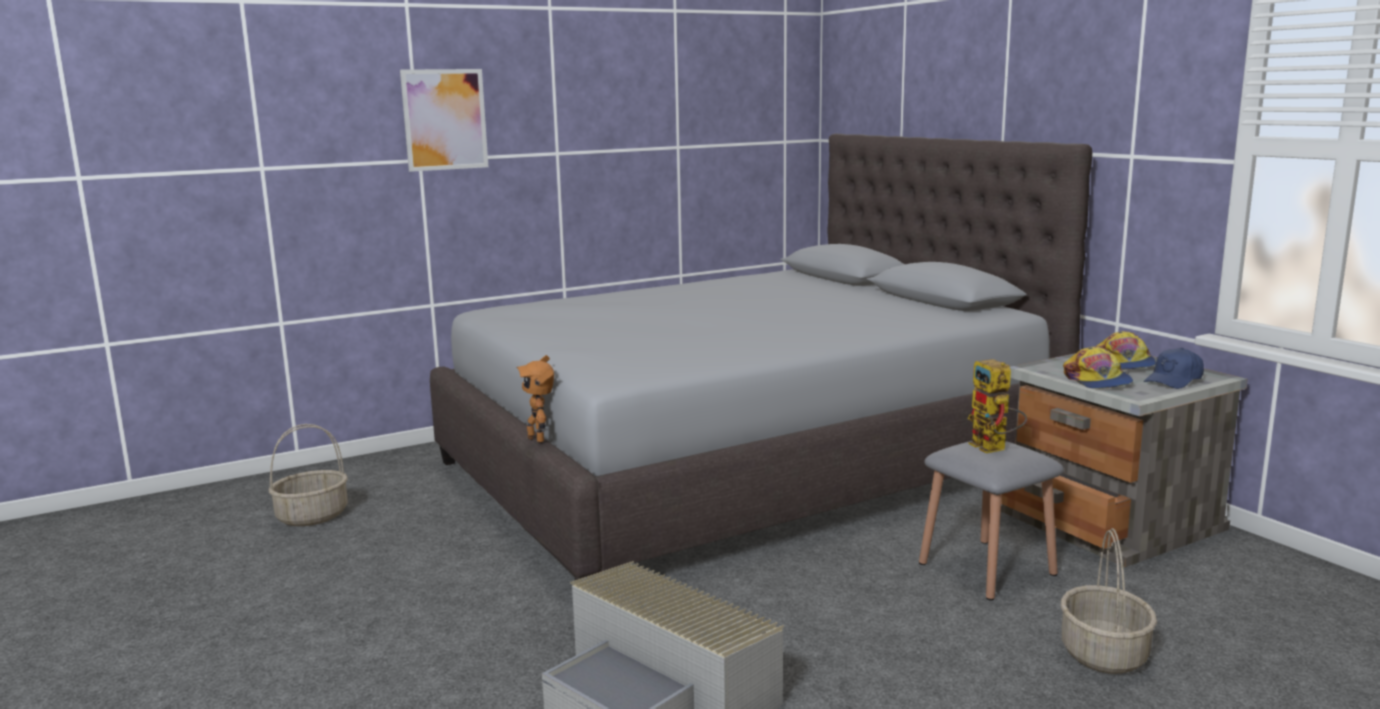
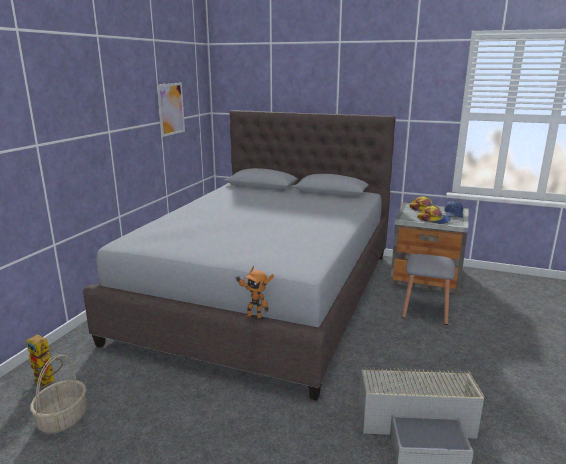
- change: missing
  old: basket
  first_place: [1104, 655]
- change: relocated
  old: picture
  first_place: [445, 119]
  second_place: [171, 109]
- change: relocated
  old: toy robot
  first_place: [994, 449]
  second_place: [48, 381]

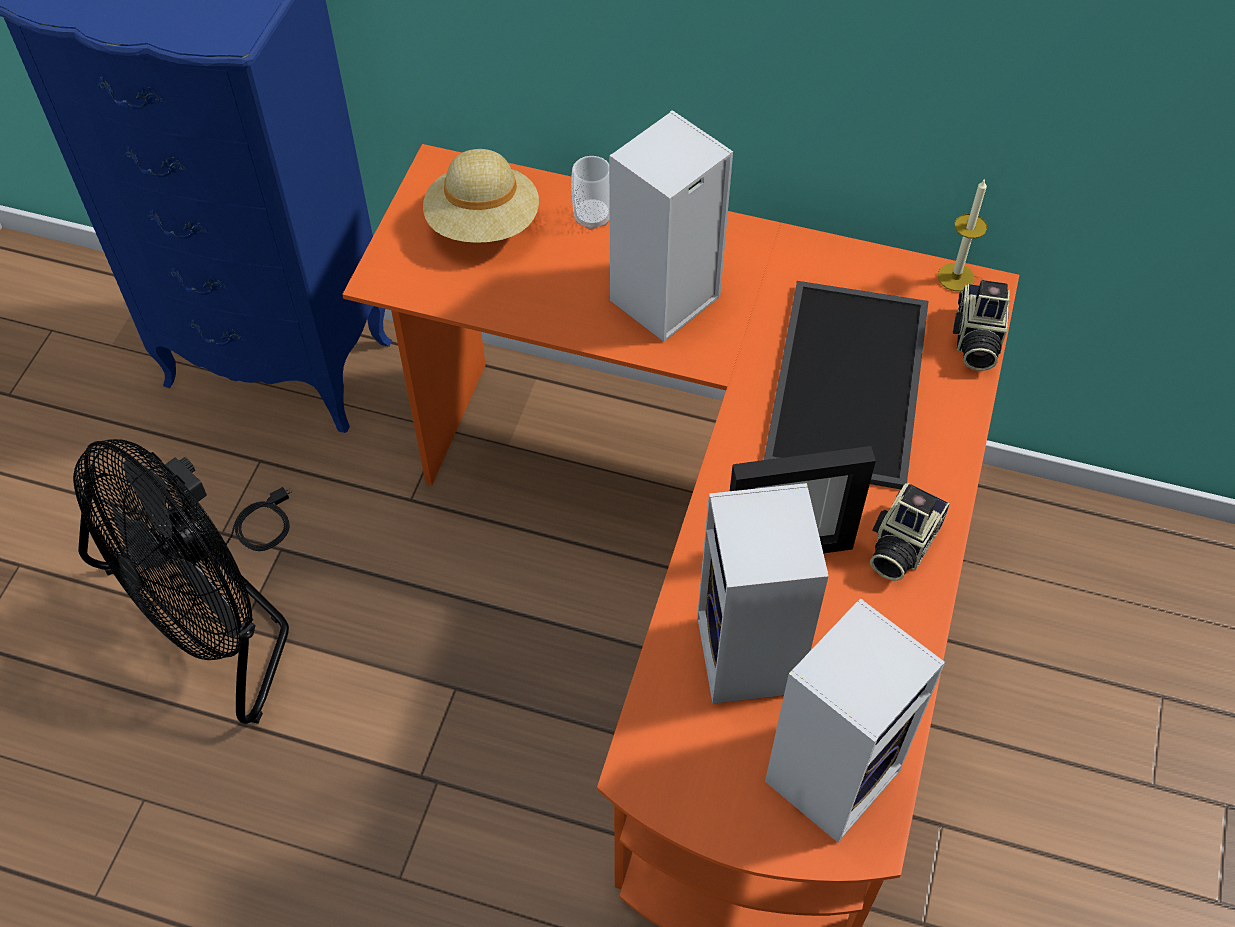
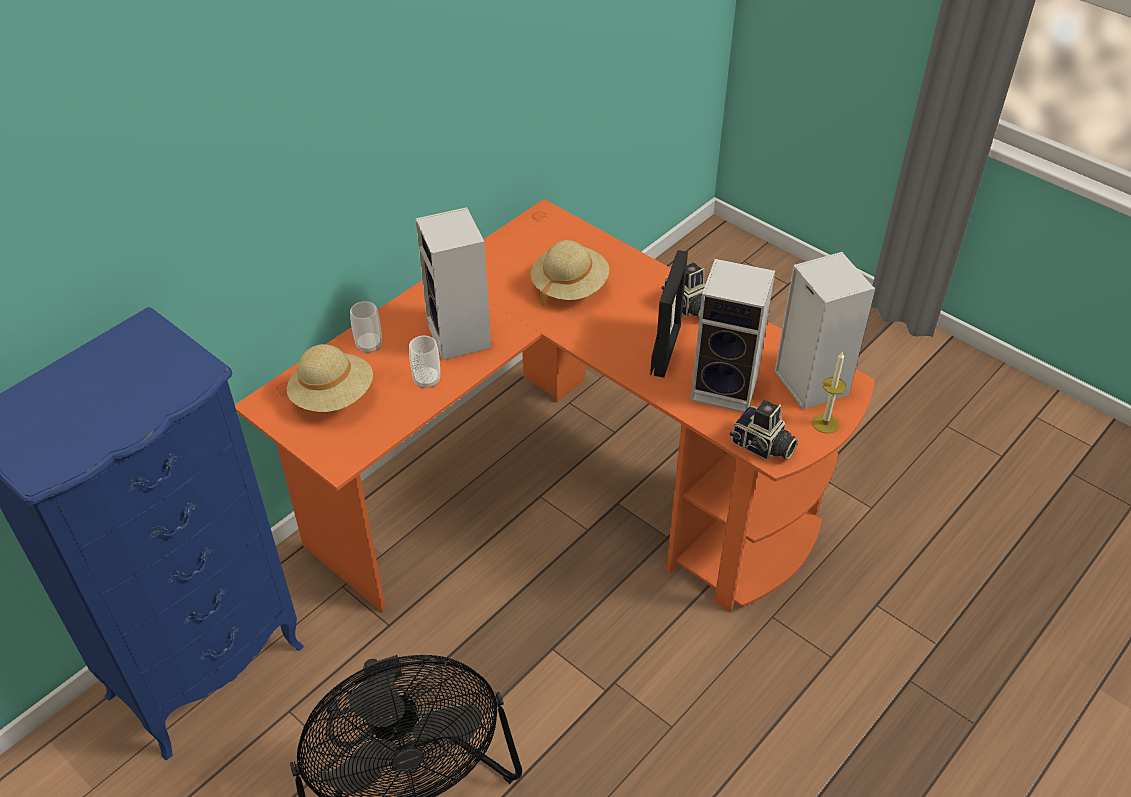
- change: appeared
  new: cup
  second_place: [427, 380]
- change: relocated
  old: candle
  first_place: [956, 277]
  second_place: [825, 423]
- change: relocated
  old: photo camera
  first_place: [975, 340]
  second_place: [762, 447]
- change: exchanged
  old: tray
  new: hat/beige
  first_place: [844, 380]
  second_place: [569, 287]

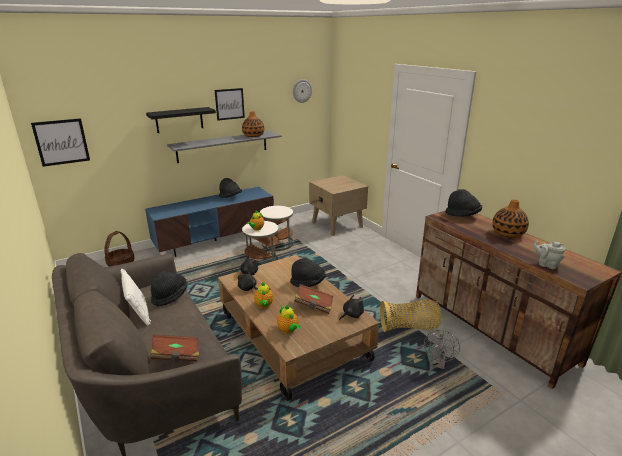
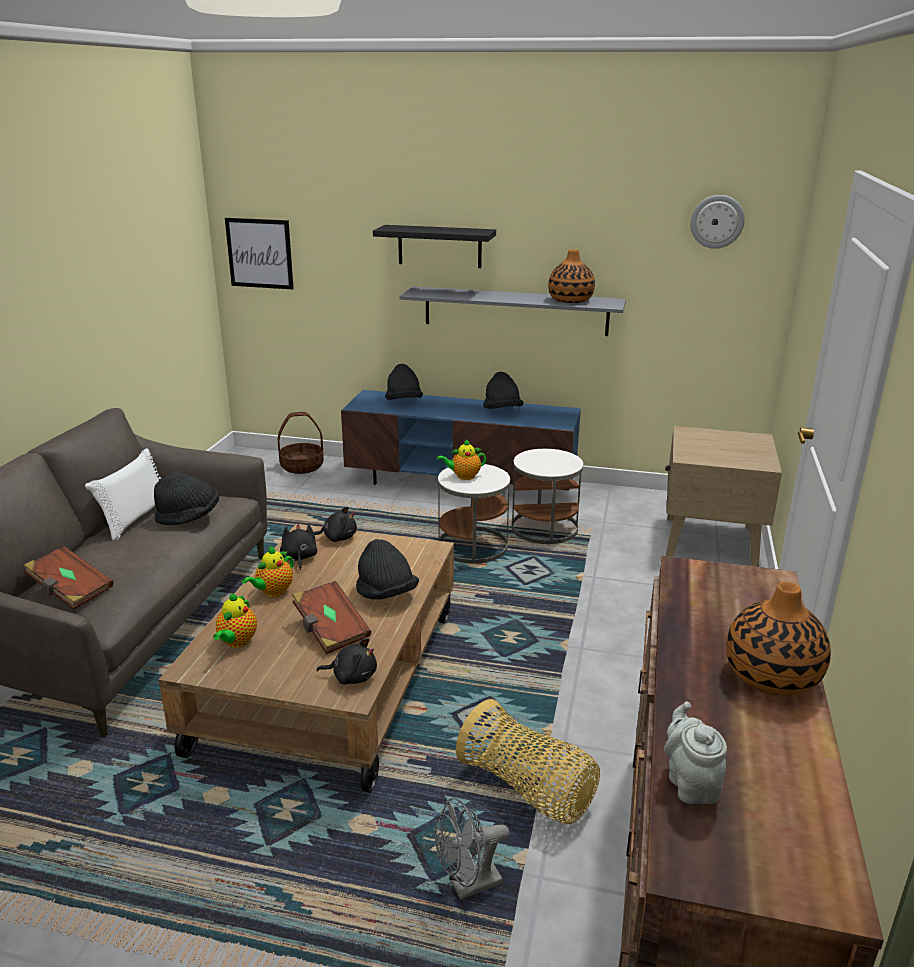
- change: missing
  old: picture
  first_place: [229, 104]
- change: relocated
  old: hat/black
  first_place: [462, 215]
  second_place: [403, 402]

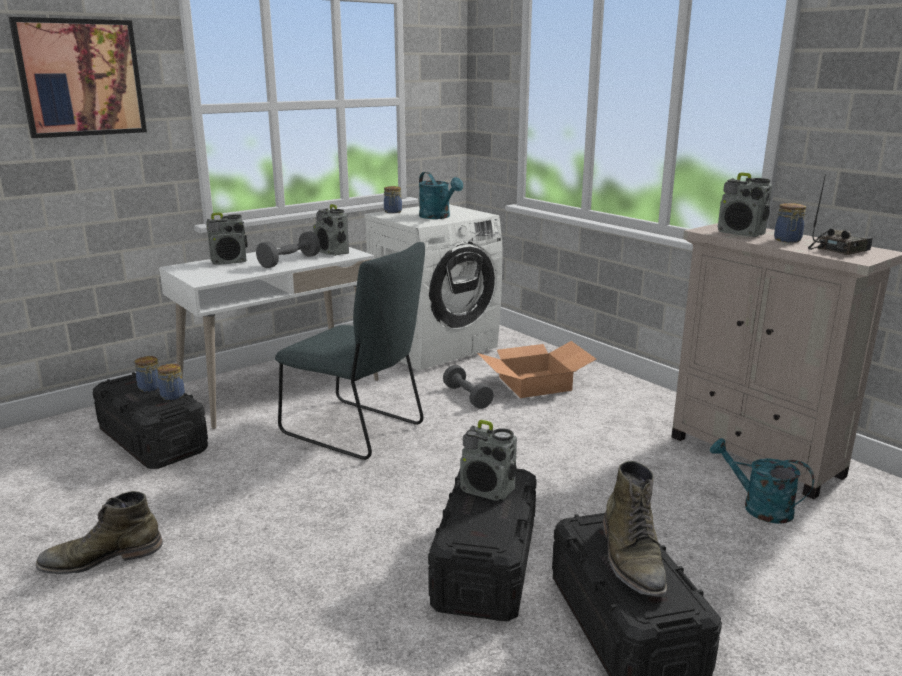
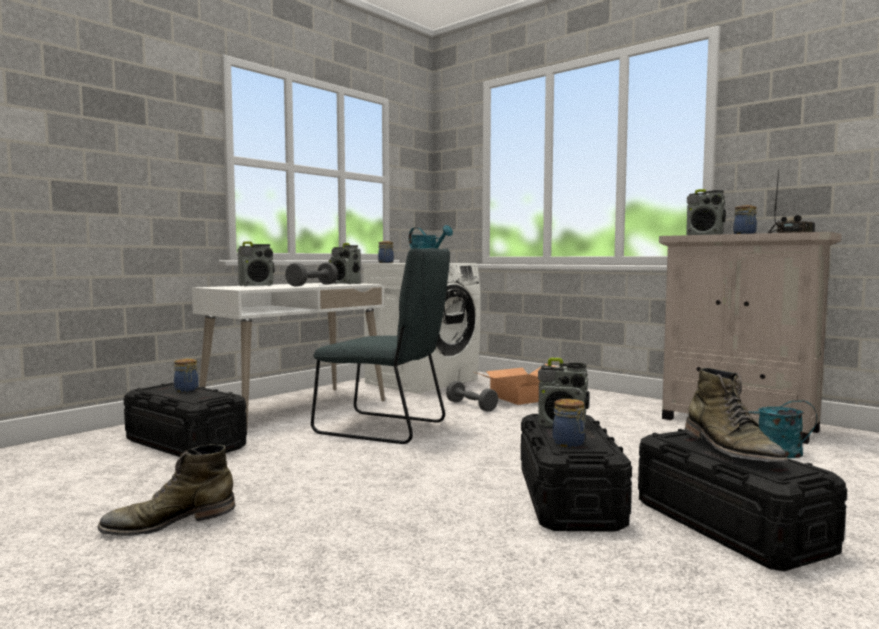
- change: missing
  old: picture
  first_place: [81, 78]
- change: relocated
  old: jar
  first_place: [172, 396]
  second_place: [569, 443]

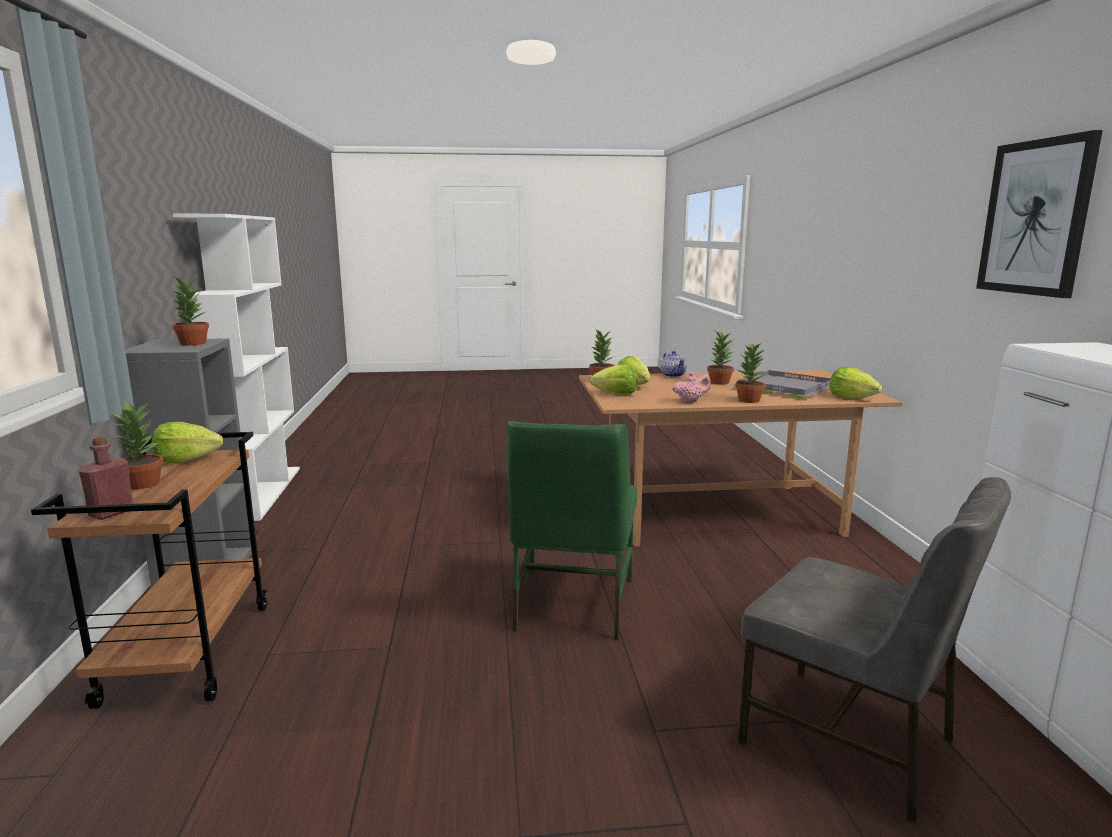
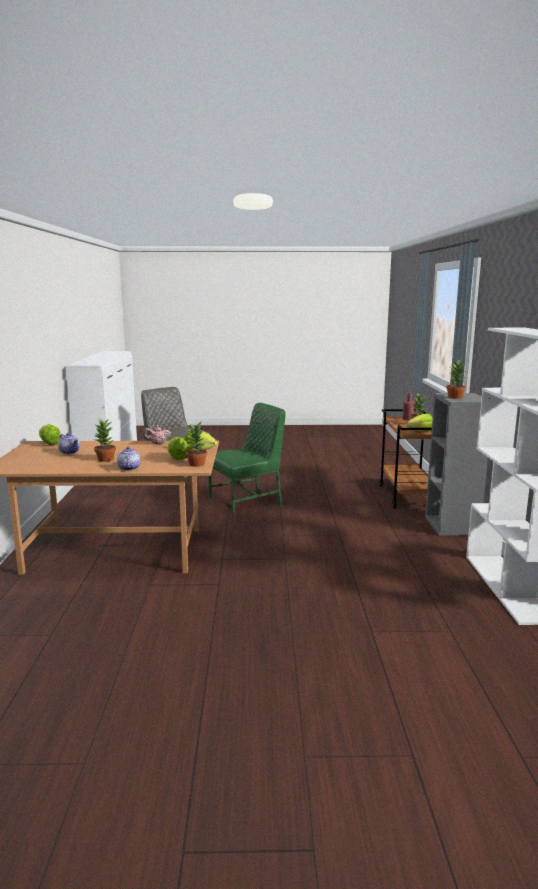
- change: missing
  old: potted plant
  first_place: [748, 400]
- change: missing
  old: picture
  first_place: [1036, 218]
- change: exchanged
  old: tray/grey
  new: teapot
  first_place: [785, 388]
  second_place: [70, 452]
- change: spun
  old: chair/green
  first_place: [572, 604]
  second_place: [247, 505]
  degrees: 45

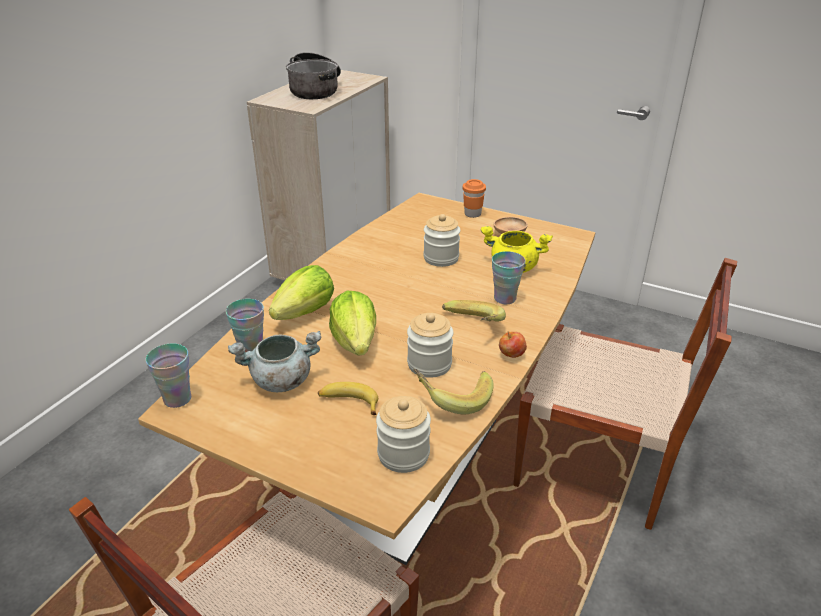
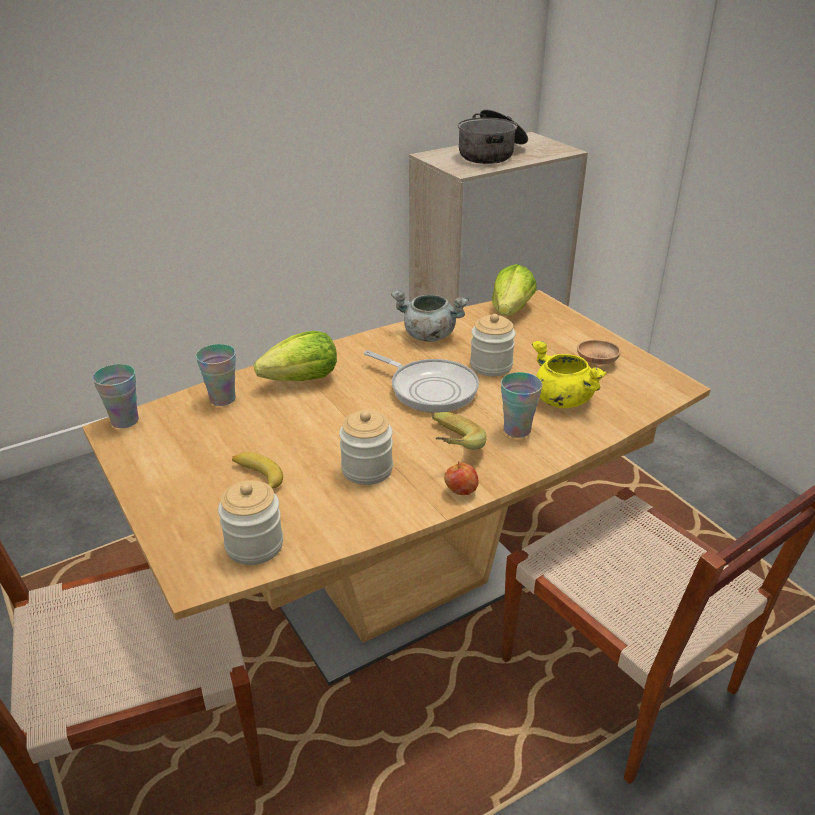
- change: missing
  old: banana
  first_place: [453, 398]
- change: missing
  old: cup/orange
  first_place: [472, 214]
- change: appeared
  new: frying pan
  second_place: [429, 389]
- change: relocated
  old: cooking pot/grey
  first_place: [280, 381]
  second_place: [428, 335]
- change: relocated
  old: lettuce
  first_place: [355, 342]
  second_place: [511, 311]

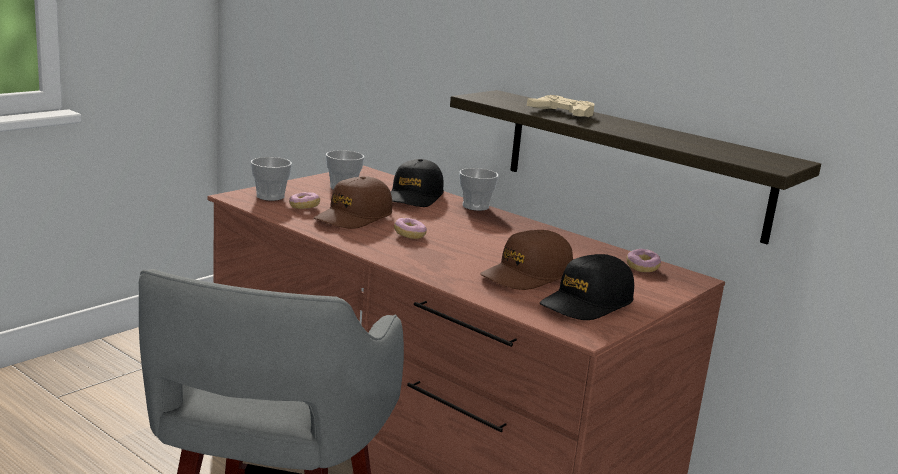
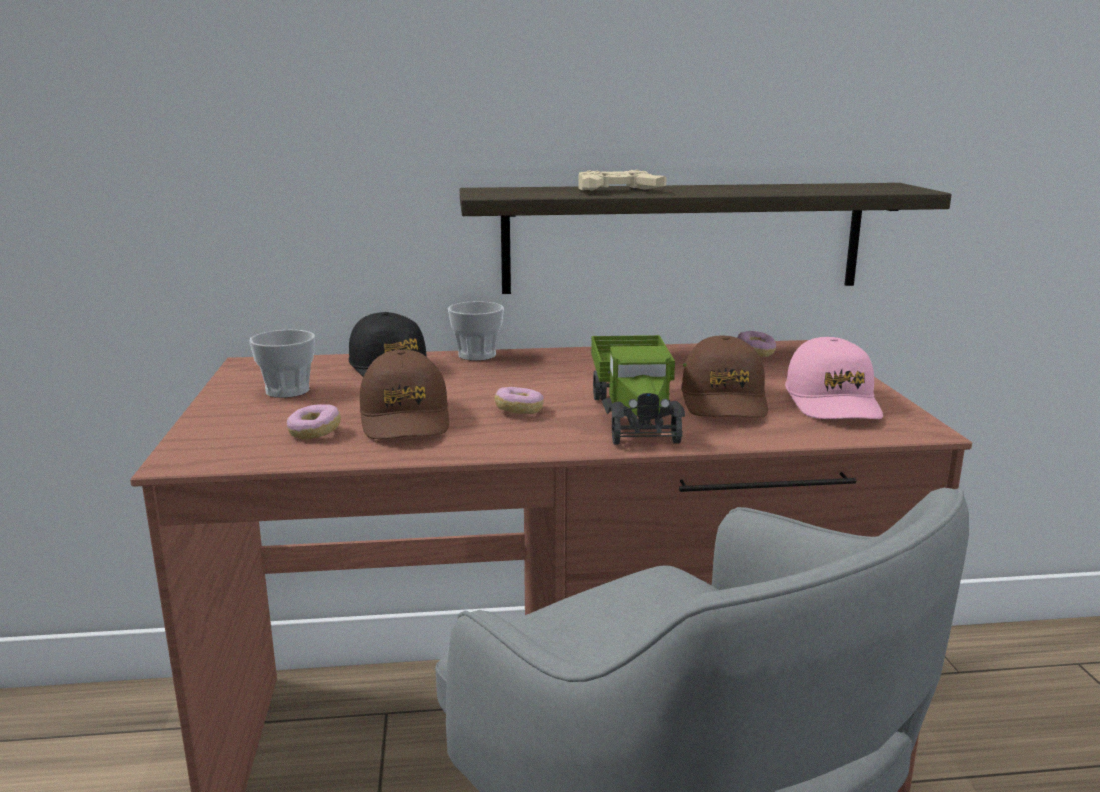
- change: missing
  old: cup
  first_place: [270, 196]
- change: appeared
  new: toy truck
  second_place: [636, 413]
- change: colour
  old: cap/black
  new: cap/pink
  first_place: [587, 303]
  second_place: [833, 402]

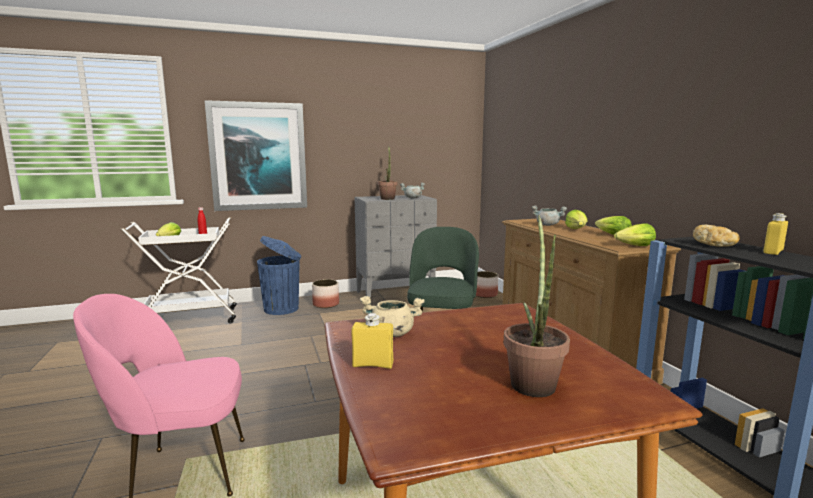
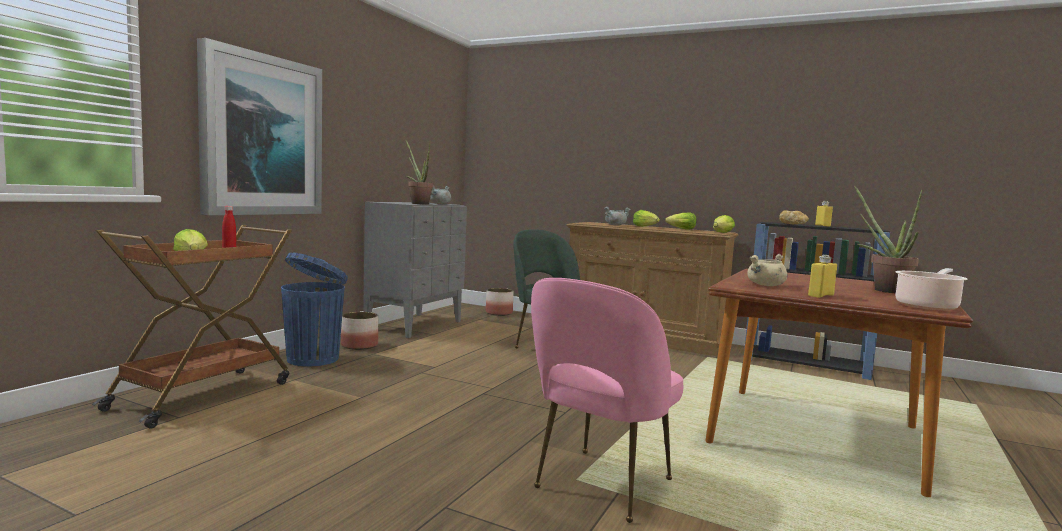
- change: appeared
  new: cooking pot
  second_place: [927, 306]
- change: colour
  old: cart/white
  new: cart/brown
  first_place: [188, 321]
  second_place: [203, 395]

